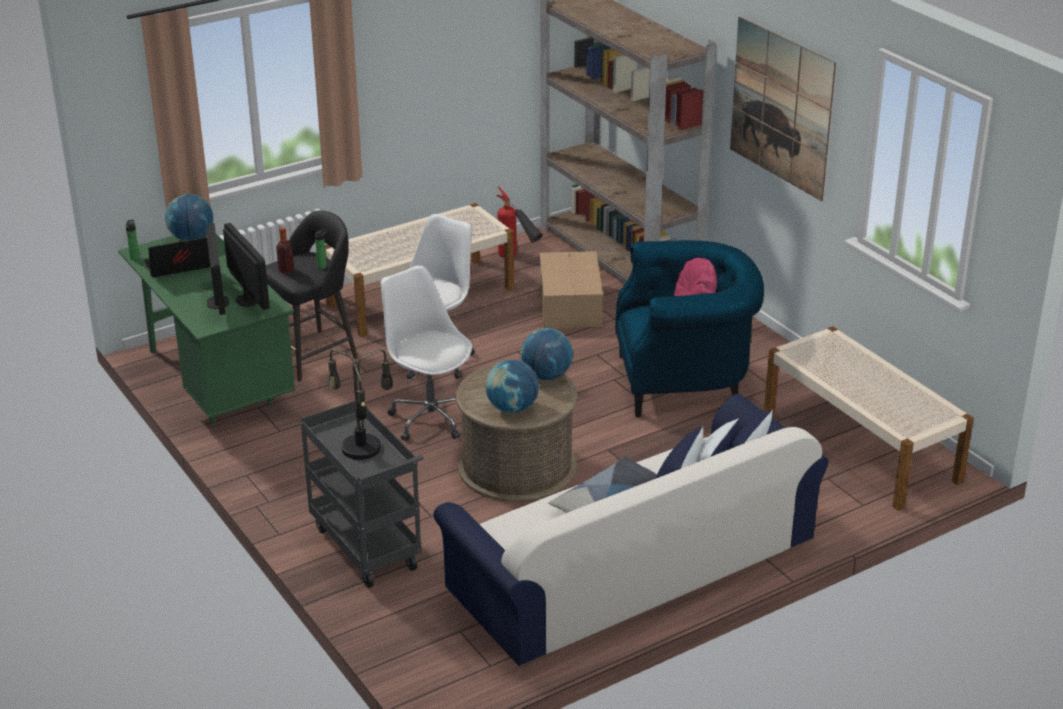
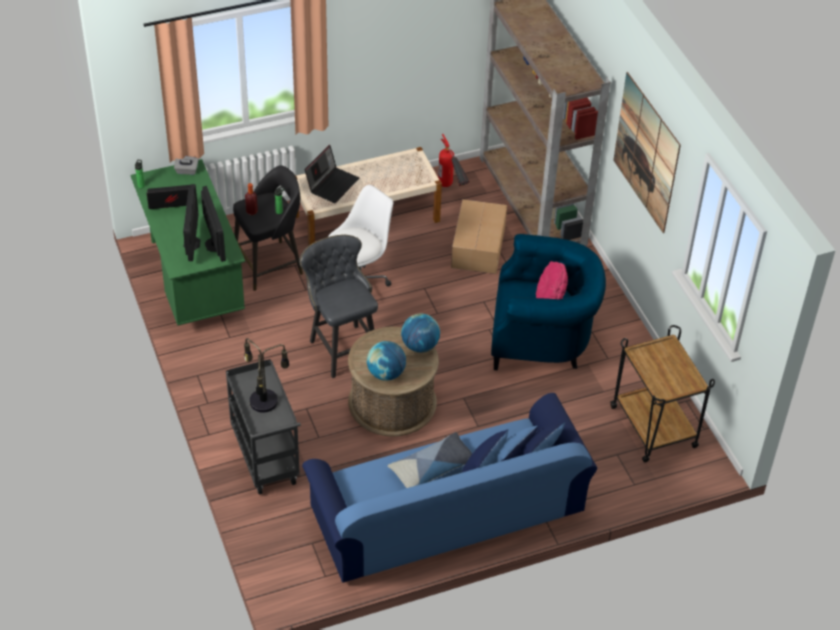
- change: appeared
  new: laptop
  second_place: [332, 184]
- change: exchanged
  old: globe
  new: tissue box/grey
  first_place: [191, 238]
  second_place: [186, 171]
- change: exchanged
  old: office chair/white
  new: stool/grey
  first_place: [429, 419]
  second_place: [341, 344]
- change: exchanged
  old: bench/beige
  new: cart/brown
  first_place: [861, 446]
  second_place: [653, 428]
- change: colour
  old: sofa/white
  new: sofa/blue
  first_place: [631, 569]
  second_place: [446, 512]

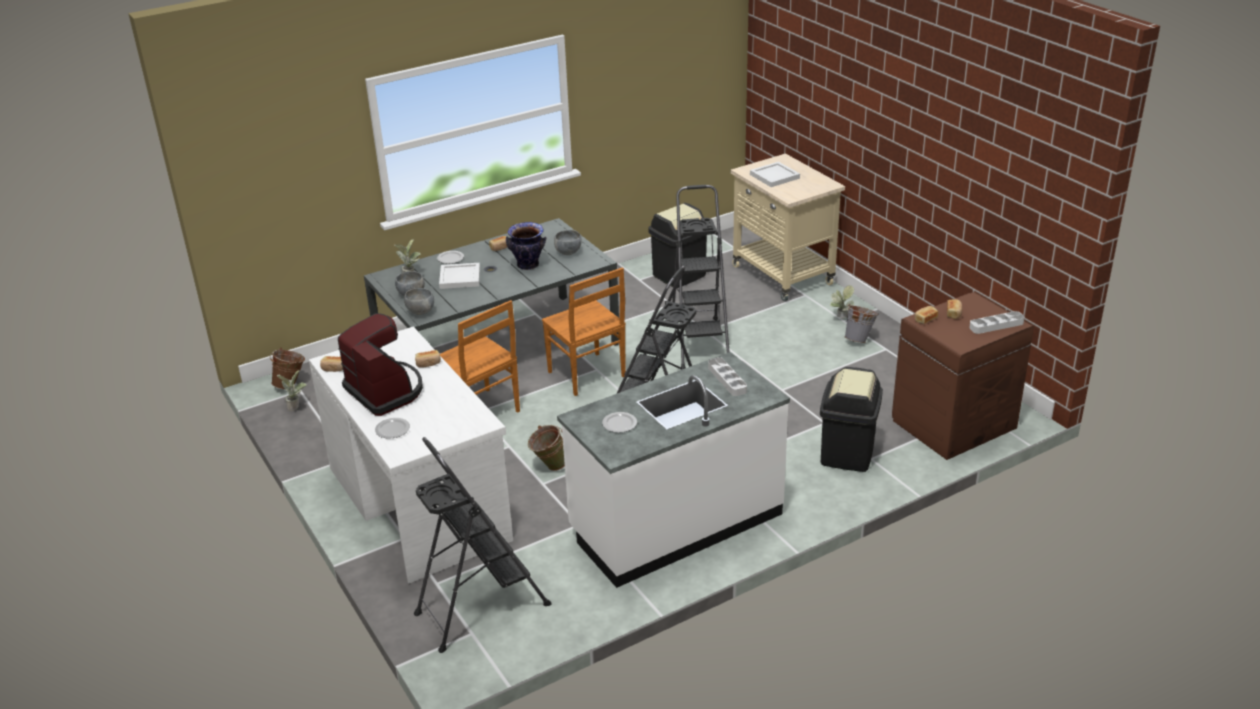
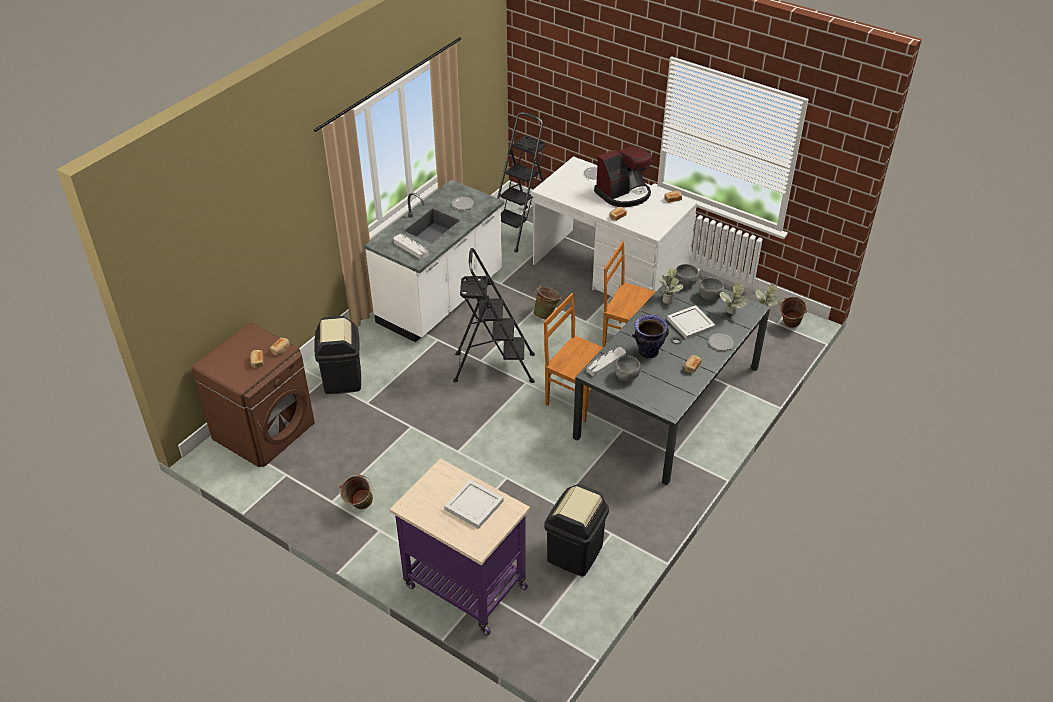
- change: missing
  old: step ladder
  first_place: [699, 341]
- change: relocated
  old: potted plant
  first_place: [840, 319]
  second_place: [668, 299]
- change: relocated
  old: tray/grey
  first_place: [996, 325]
  second_place: [606, 363]
- change: colour
  old: cart/beige
  new: cart/purple
  first_place: [783, 276]
  second_place: [464, 587]
- change: colour
  old: bucket/grey
  new: bucket/green
  first_place: [859, 339]
  second_place: [359, 508]
- change: spun
  old: coffee machine
  first_place: [385, 391]
  second_place: [624, 194]
  degrees: -60

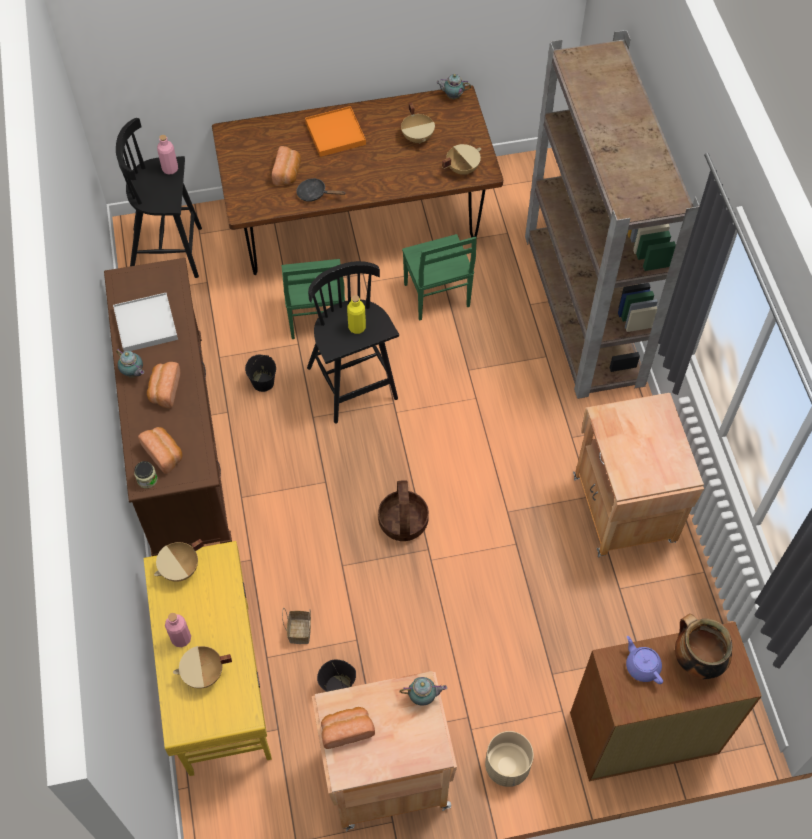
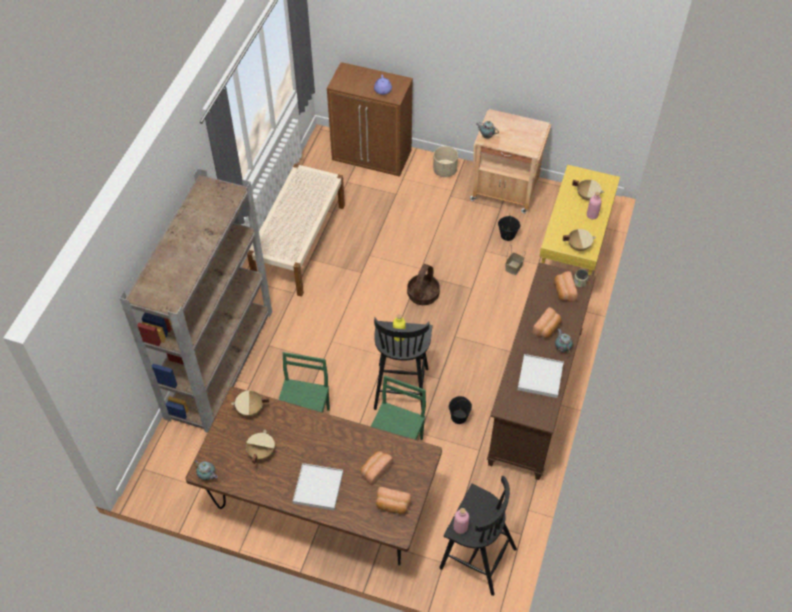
- change: missing
  old: frying pan/black
  first_place: [315, 194]
- change: missing
  old: cooking pot
  first_place: [695, 660]
- change: relocated
  old: bread
  first_place: [346, 730]
  second_place: [392, 505]
- change: exchanged
  old: cart/brown
  new: bench/beige
  first_place: [623, 512]
  second_place: [299, 243]
- change: colour
  old: tray/orange
  new: tray/white
  first_place: [335, 134]
  second_place: [318, 488]

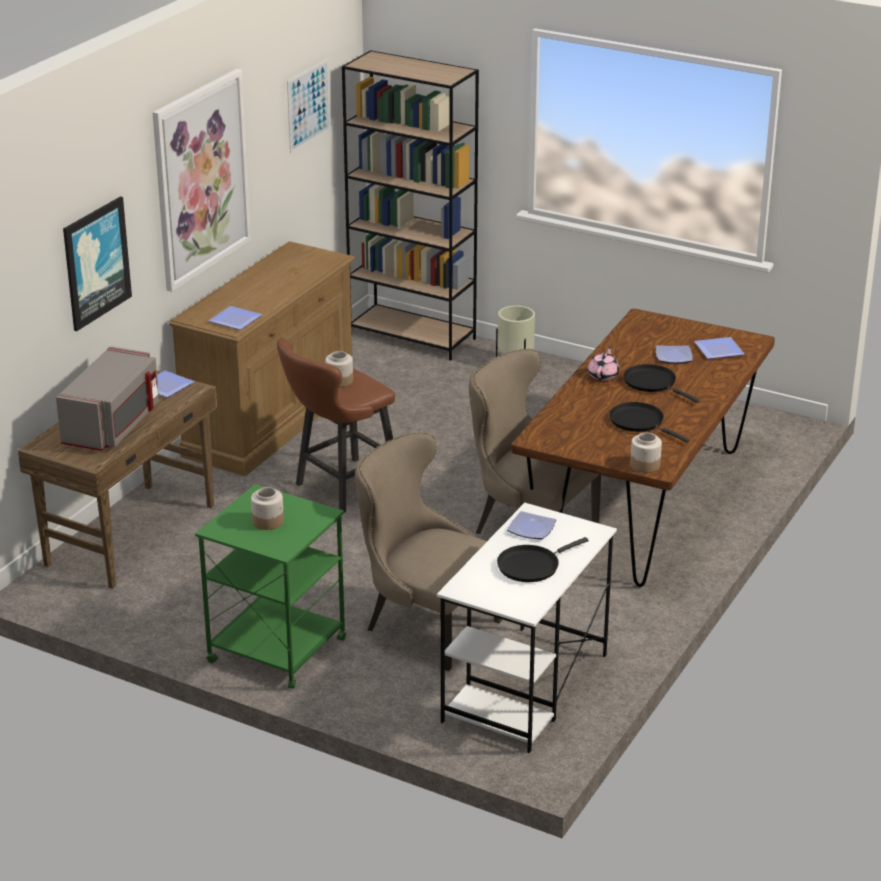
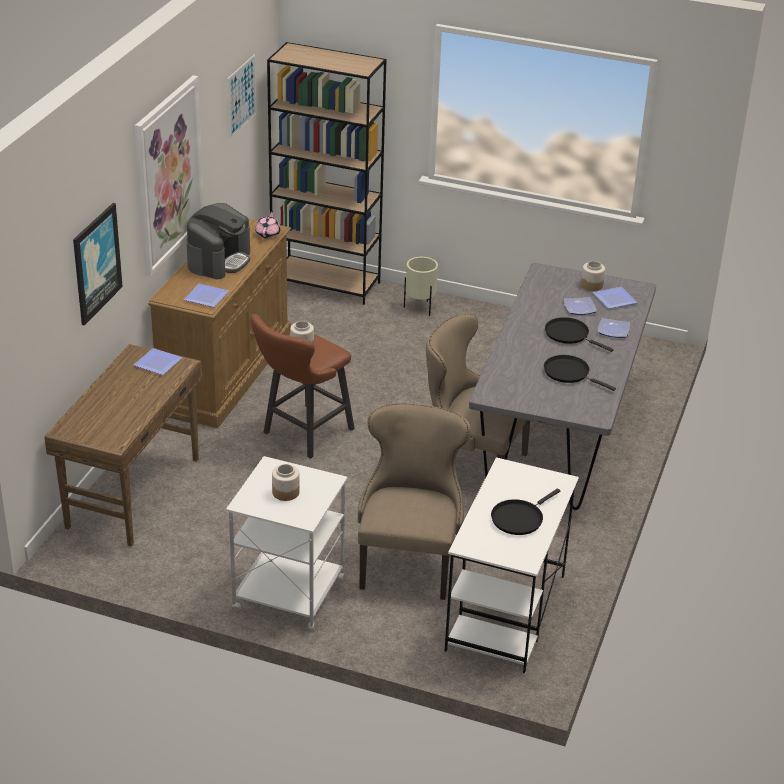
- change: missing
  old: microwave/grey
  first_place: [113, 425]
- change: appeared
  new: coffee machine
  second_place: [219, 260]
- change: relocated
  old: plate
  first_place: [531, 528]
  second_place: [613, 330]
- change: relocated
  old: teapot/pink
  first_place: [603, 375]
  second_place: [268, 234]
- change: relocated
  old: jar
  first_place: [645, 465]
  second_place: [592, 285]
- change: colour
  old: cart/green
  new: cart/white
  first_place: [275, 648]
  second_place: [287, 593]
- change: colour
  old: dining table/brown
  new: dining table/grey
  first_place: [641, 504]
  second_place: [556, 431]
- change: spun
  old: chair/beige
  first_place: [426, 627]
  second_place: [409, 561]
  degrees: 75

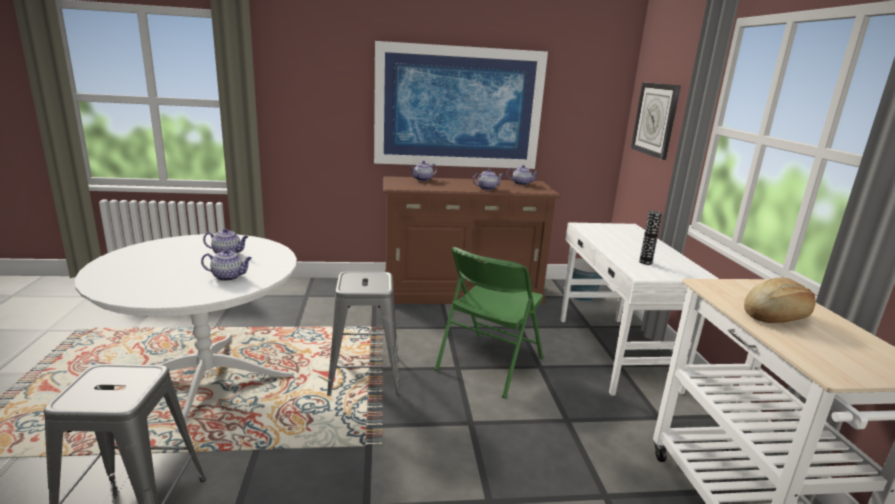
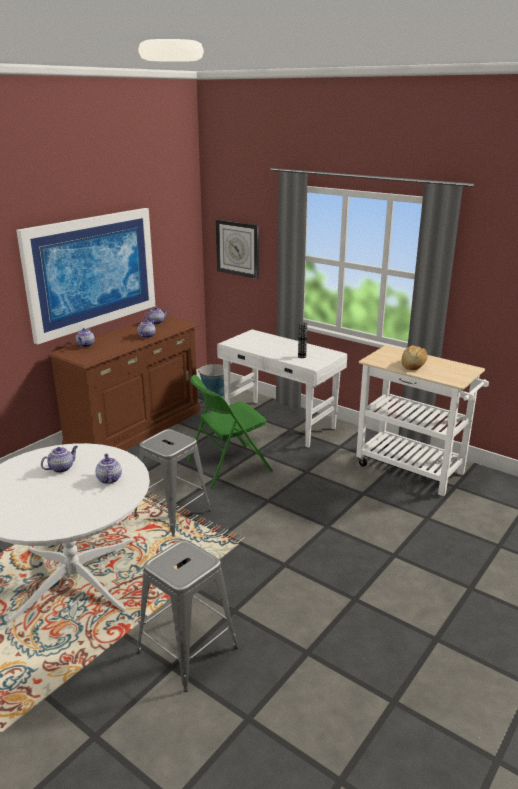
- change: spun
  old: teapot
  first_place: [229, 277]
  second_place: [109, 479]
  degrees: -60
- change: spun
  old: chair/green
  first_place: [489, 364]
  second_place: [229, 466]
  degrees: 75

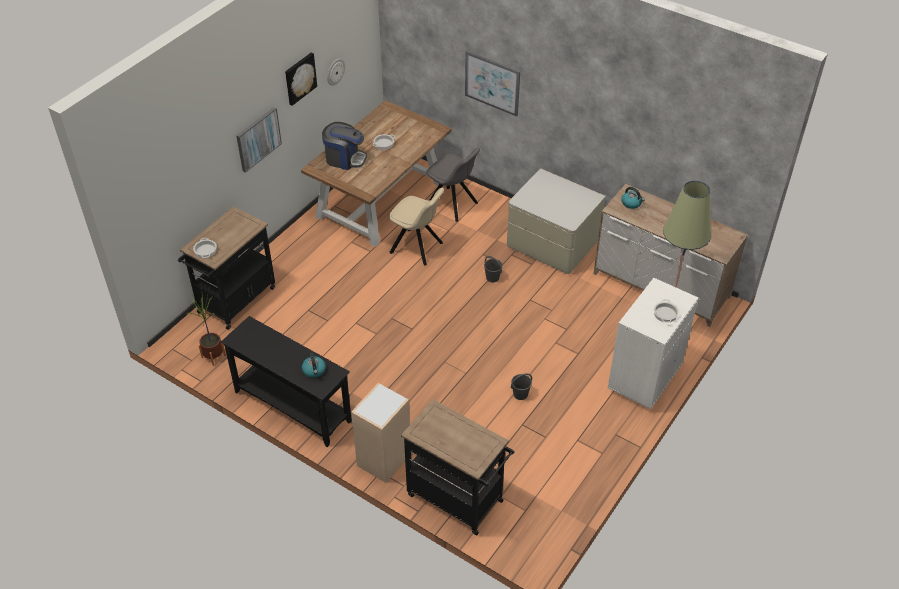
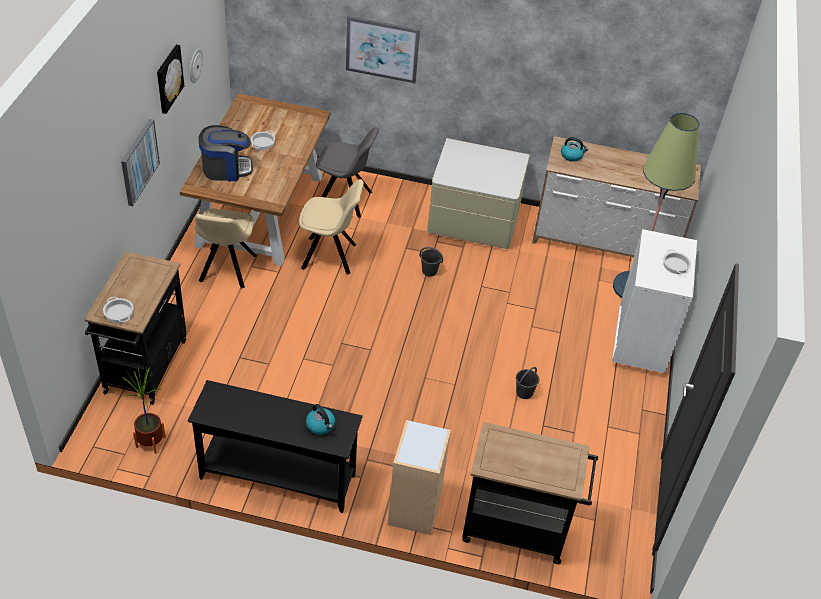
- change: appeared
  new: chair/beige
  second_place: [227, 268]

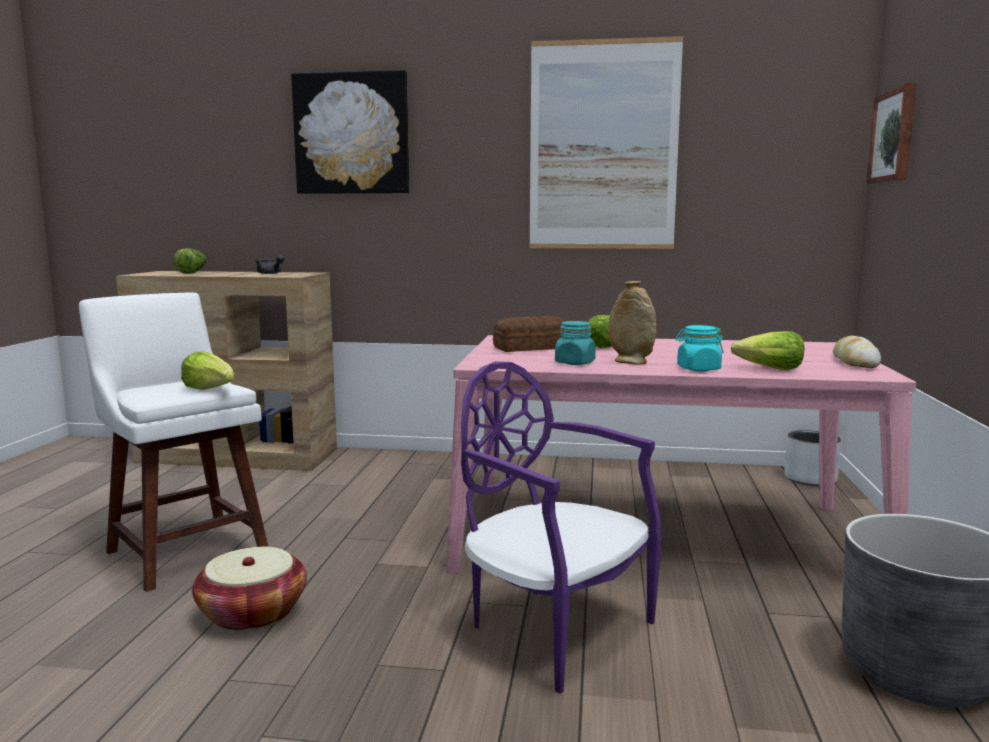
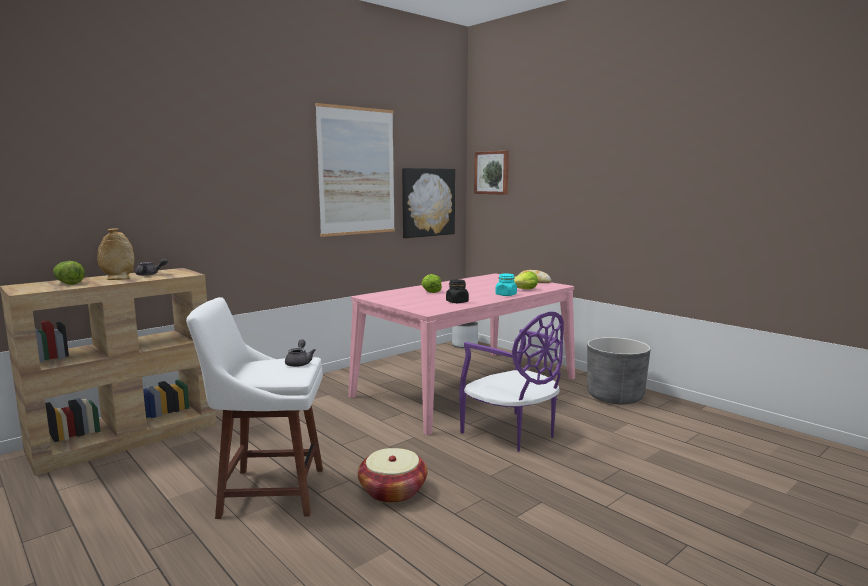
- change: missing
  old: bread
  first_place: [533, 348]
- change: relocated
  old: picture
  first_place: [352, 134]
  second_place: [428, 202]
- change: relocated
  old: vase/beige
  first_place: [630, 362]
  second_place: [118, 279]
- change: exchanged
  old: lettuce
  new: teapot/grey
  first_place: [210, 389]
  second_place: [299, 363]
- change: colour
  old: jar/turquoise
  new: jar/black
  first_place: [575, 363]
  second_place: [457, 302]
- change: spun
  old: chair/purple
  first_place: [553, 629]
  second_place: [512, 433]
  degrees: -120

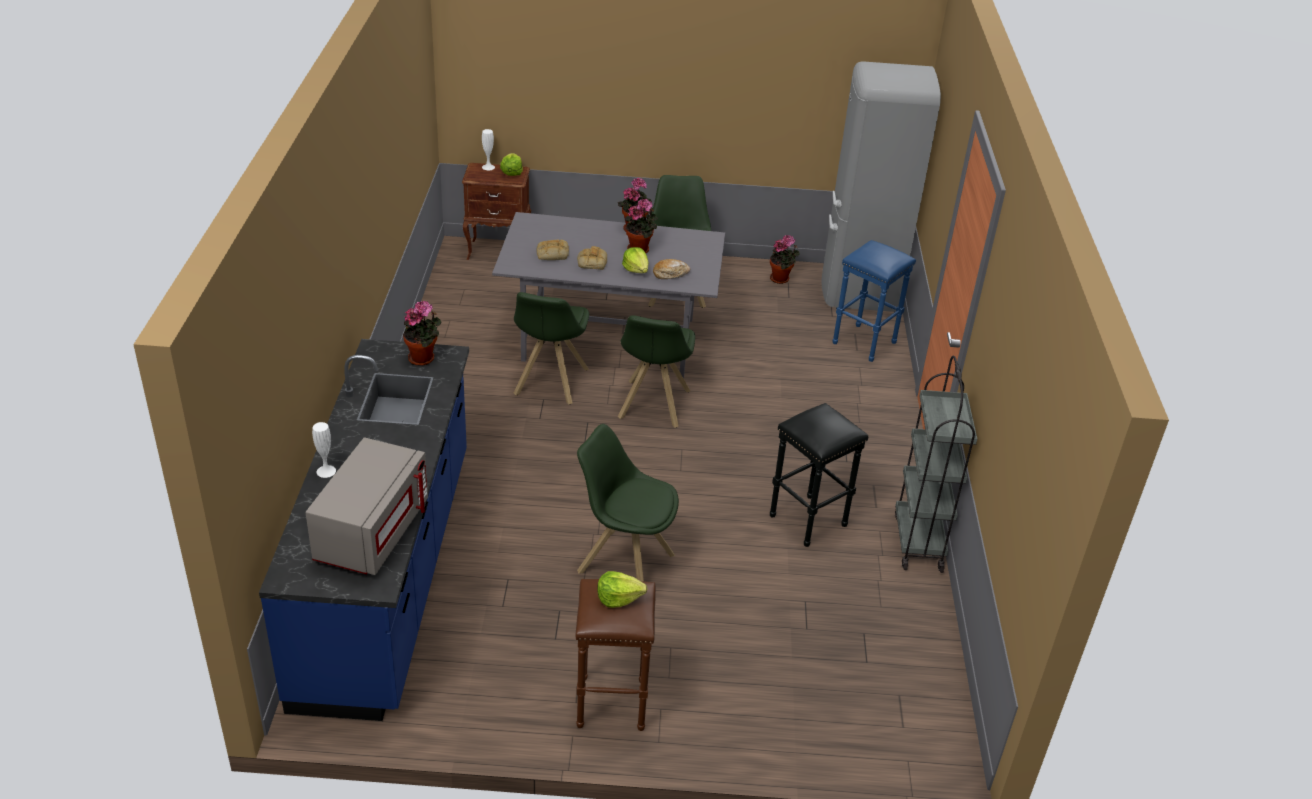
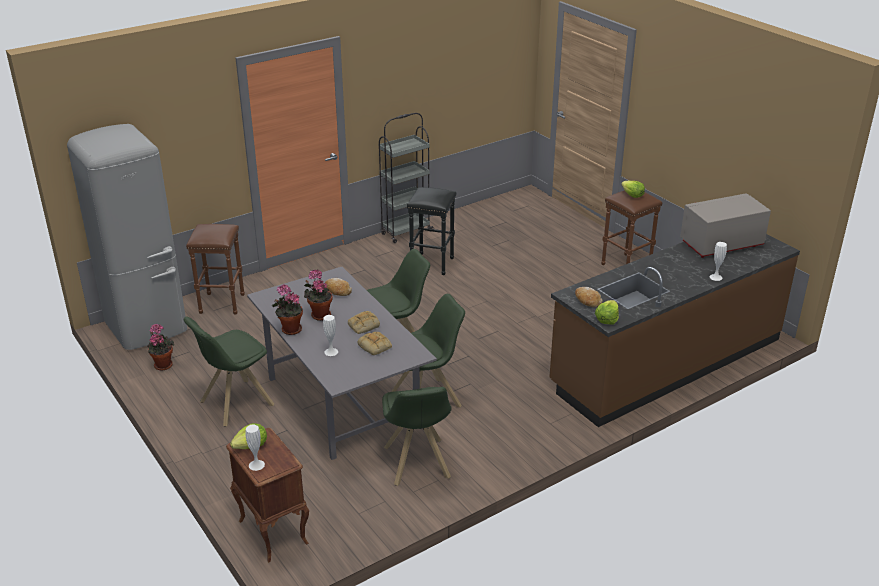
- change: appeared
  new: vase/white
  second_place: [331, 352]
- change: relocated
  old: chair/green
  first_place: [625, 563]
  second_place: [417, 462]
- change: relocated
  old: lettuce
  first_place: [636, 269]
  second_place: [607, 319]
- change: exchanged
  old: potted plant
  new: bread
  first_place: [424, 358]
  second_place: [587, 301]
- change: colour
  old: counter/blue
  new: counter/brown
  first_place: [388, 573]
  second_place: [666, 362]
- change: colour
  old: stool/blue
  new: stool/brown
  first_place: [865, 342]
  second_place: [221, 303]

